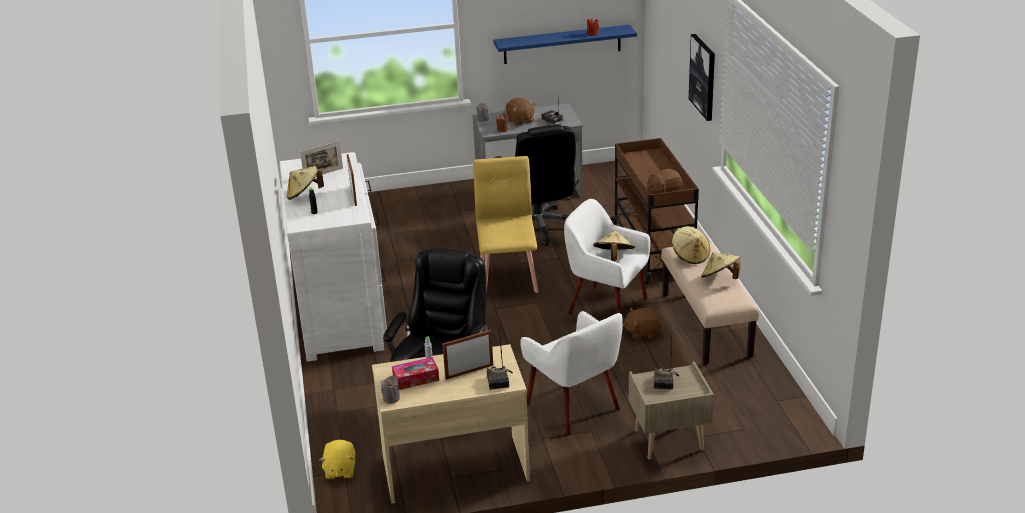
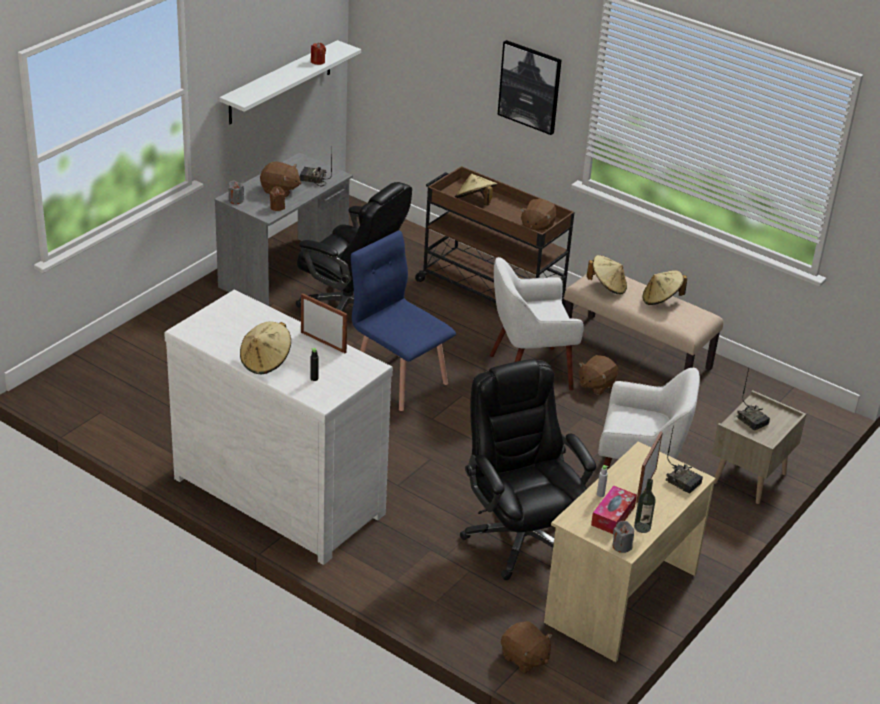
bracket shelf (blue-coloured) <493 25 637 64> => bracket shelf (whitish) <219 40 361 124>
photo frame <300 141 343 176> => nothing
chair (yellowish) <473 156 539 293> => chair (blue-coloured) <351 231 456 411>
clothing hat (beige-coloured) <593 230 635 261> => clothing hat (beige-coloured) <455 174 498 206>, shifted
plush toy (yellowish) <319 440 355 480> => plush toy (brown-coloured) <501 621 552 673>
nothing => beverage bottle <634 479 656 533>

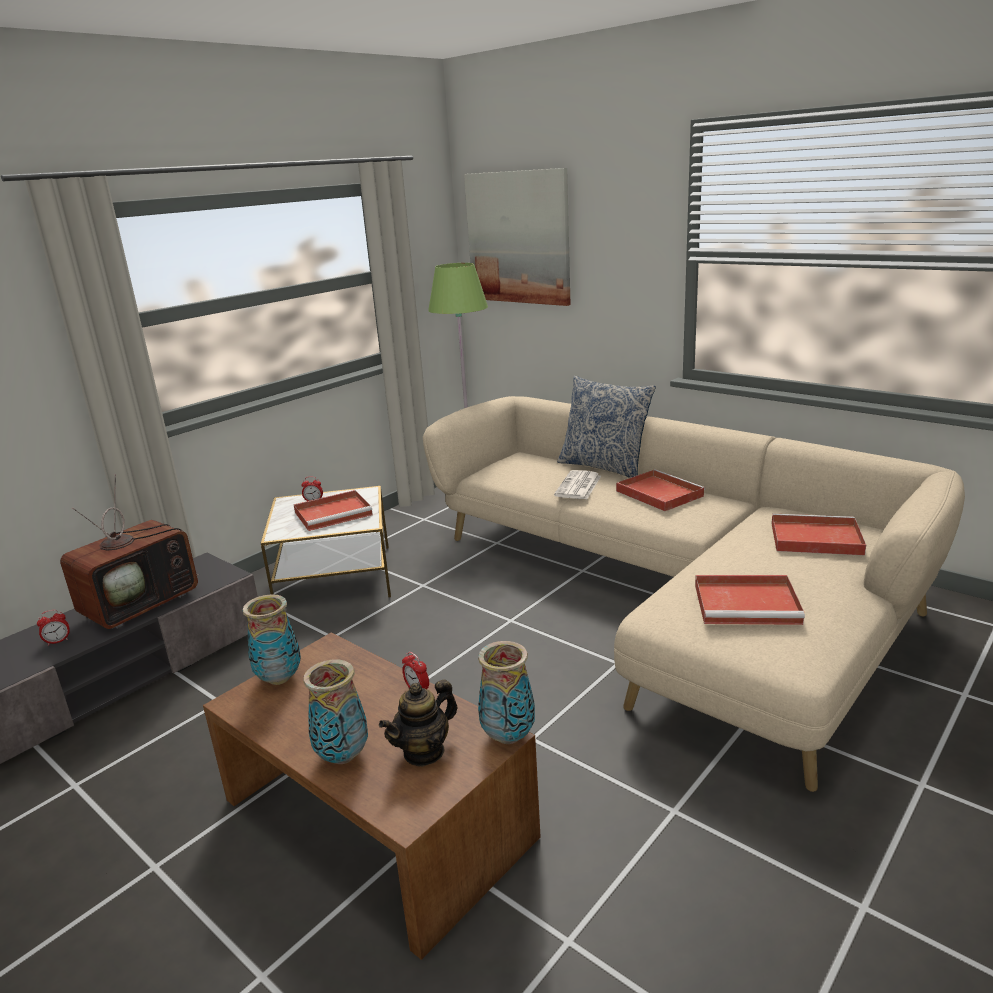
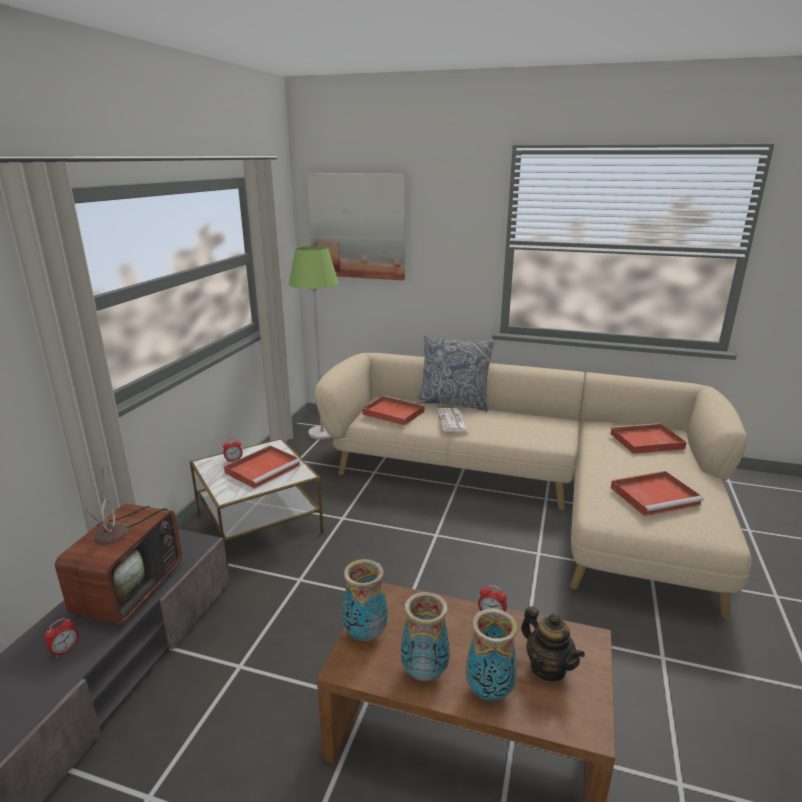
carrying tray (red) <616 469 706 511> => carrying tray (red) <362 396 425 426>, shifted
flower vase <478 641 535 744> => flower vase <401 592 450 681>, shifted
tea pot <379 680 458 767> => tea pot <521 606 585 681>, 60 degrees counterclockwise

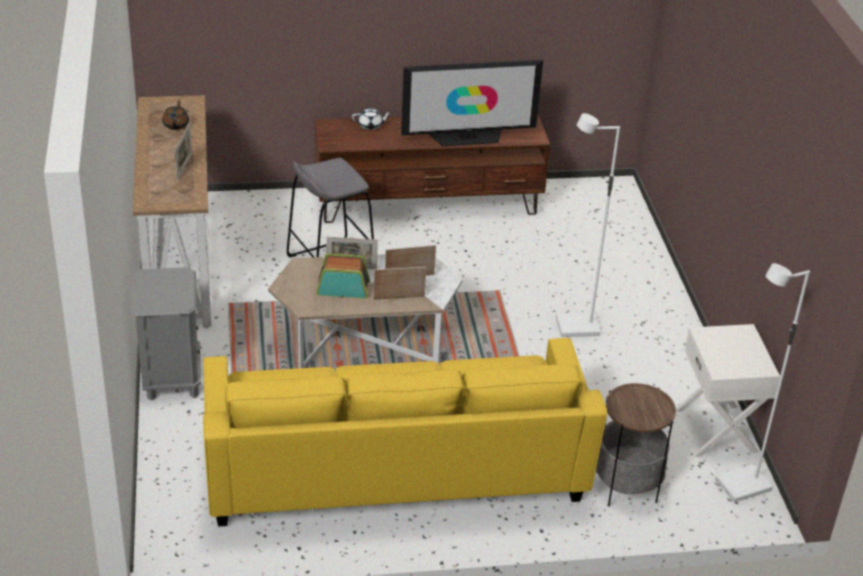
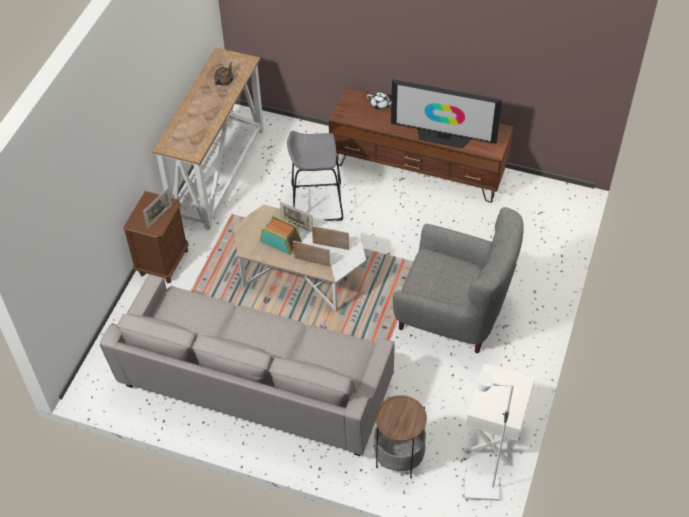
standard lamp (whitish) <556 113 620 337> => easy chair (grey) <393 207 523 353>
photo frame <175 123 192 181> => photo frame <143 187 172 229>, shifted
night table (grey) <135 267 201 401> => night table (brown-coloured) <123 191 189 284>
couch (yellowish) <203 338 607 527> => couch (grey) <100 274 395 456>

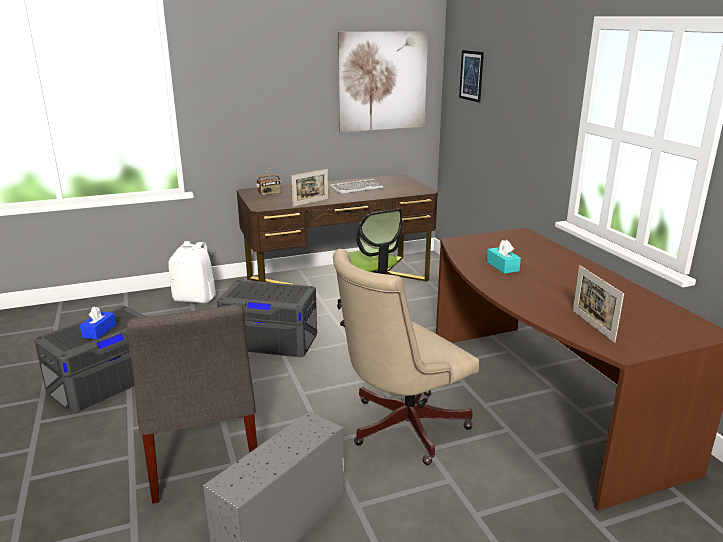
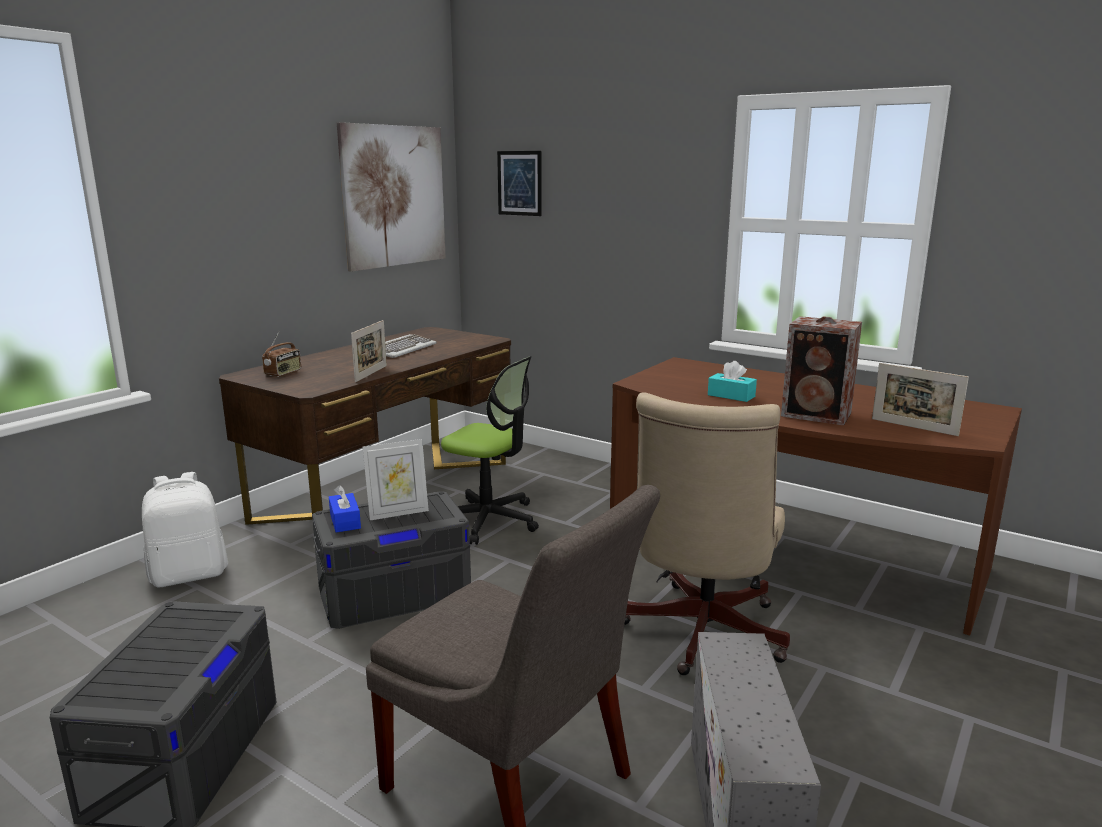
box of tissues (blue-coloured) <80 306 116 340> => box of tissues (blue-coloured) <329 485 361 533>, shifted
nothing => loudspeaker <781 316 862 426>
nothing => photo frame <362 439 429 520>

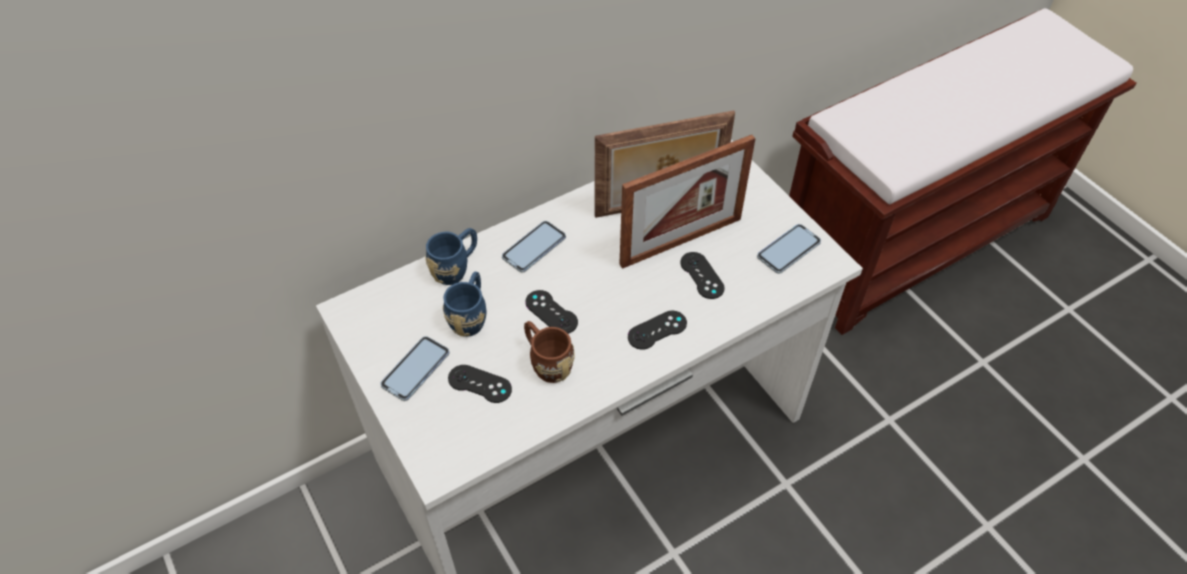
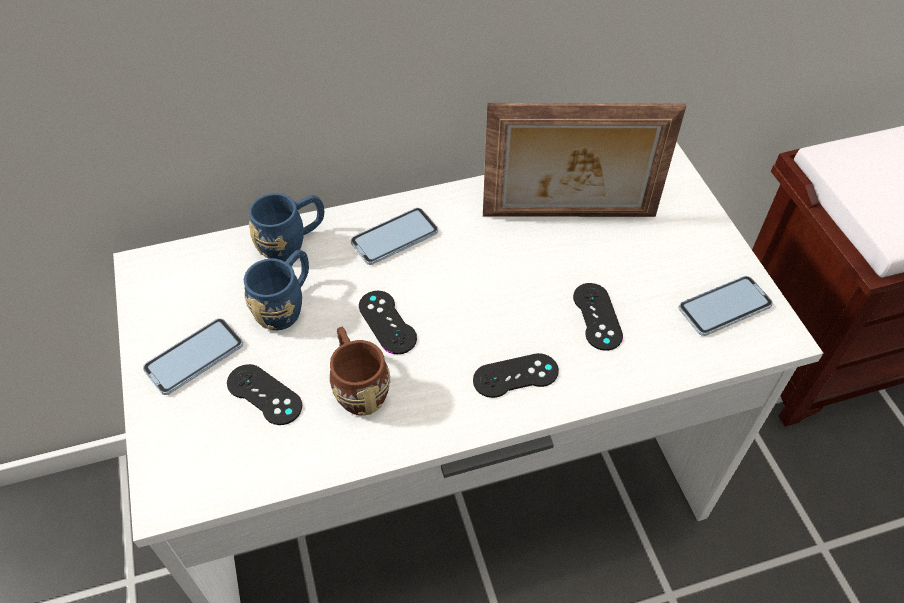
photo frame <619 135 756 269> => nothing

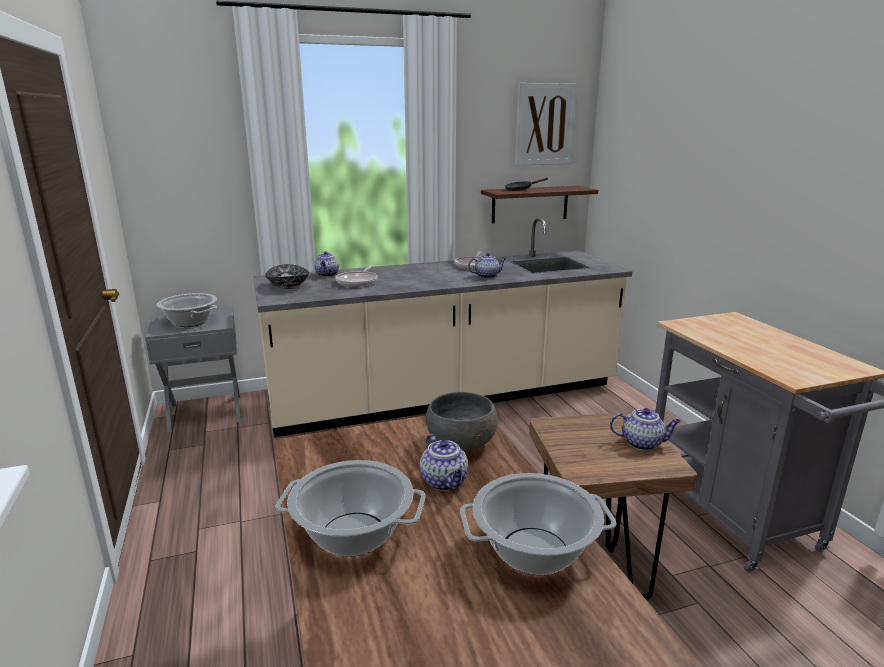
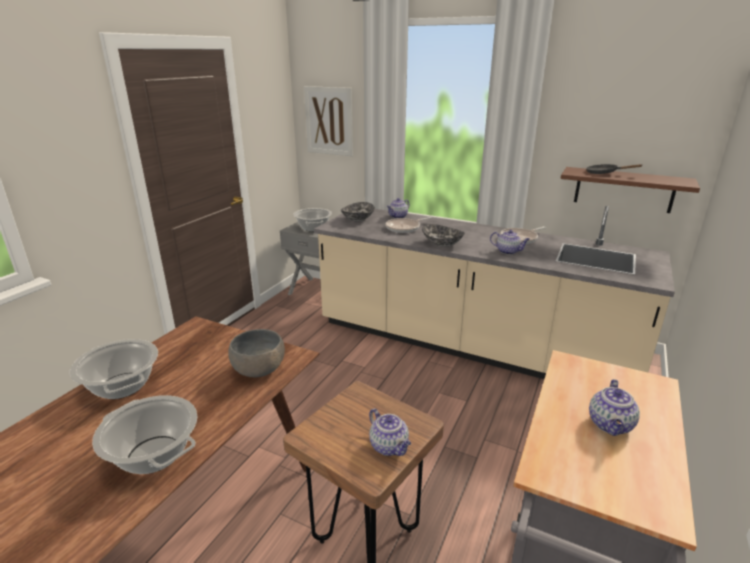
wall picture <515 83 578 165> => wall picture <304 86 353 156>, shifted
tea pot <420 434 468 491> => tea pot <589 379 640 436>, shifted
nothing => serving bowl <422 224 465 247>

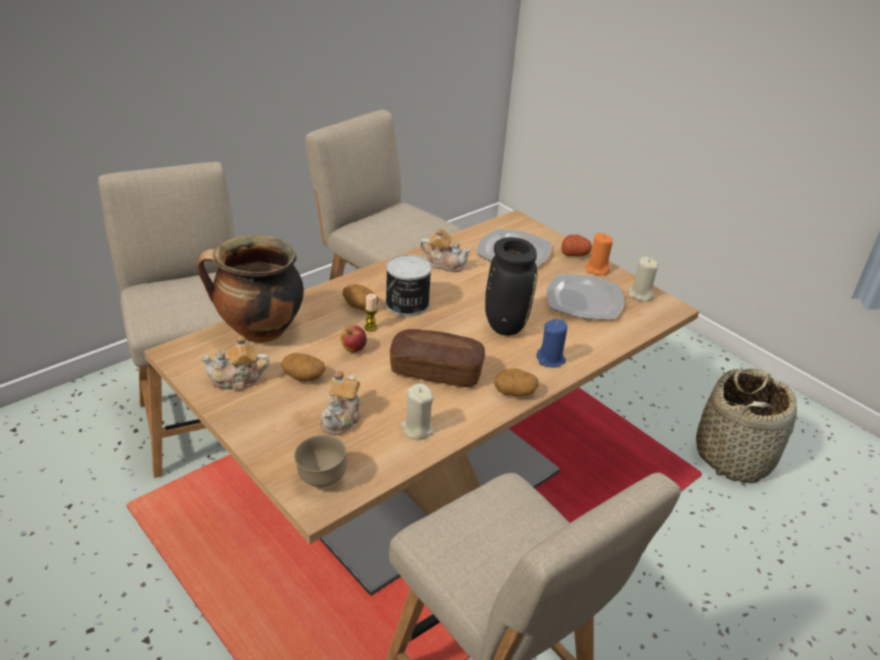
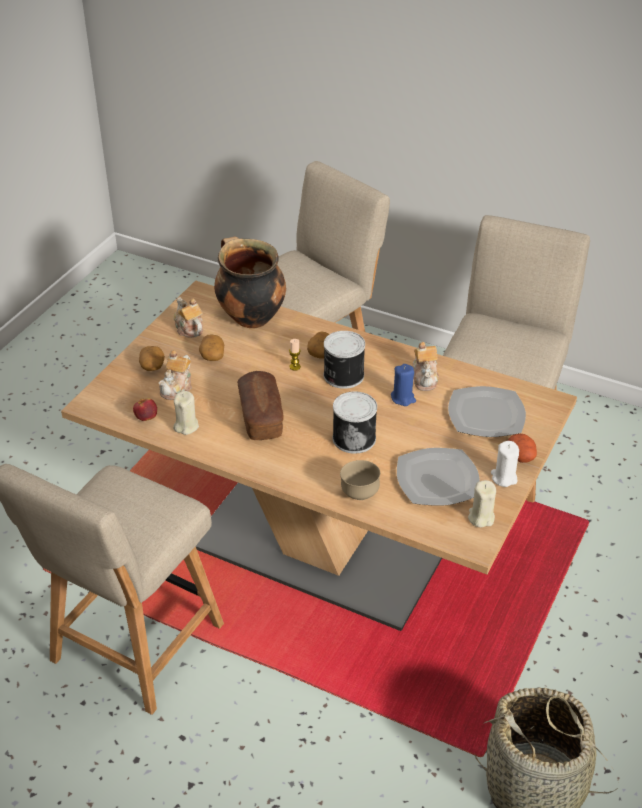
candle (orange-coloured) <585 233 613 275> => candle (whitish) <491 441 519 487>
flower vase (black) <485 237 537 336> => sealed can <333 391 377 454>
candle (blue-coloured) <537 319 567 368> => candle (blue-coloured) <391 364 416 406>, shifted
whole apple <340 326 367 352> => whole apple <133 398 157 421>, shifted
potato <494 369 538 396> => potato <139 346 165 371>, shifted
tea pot <320 370 361 435> => tea pot <158 350 192 400>, 60 degrees counterclockwise
serving bowl (brown-coloured) <294 435 347 487> => serving bowl (brown-coloured) <340 460 380 500>, shifted

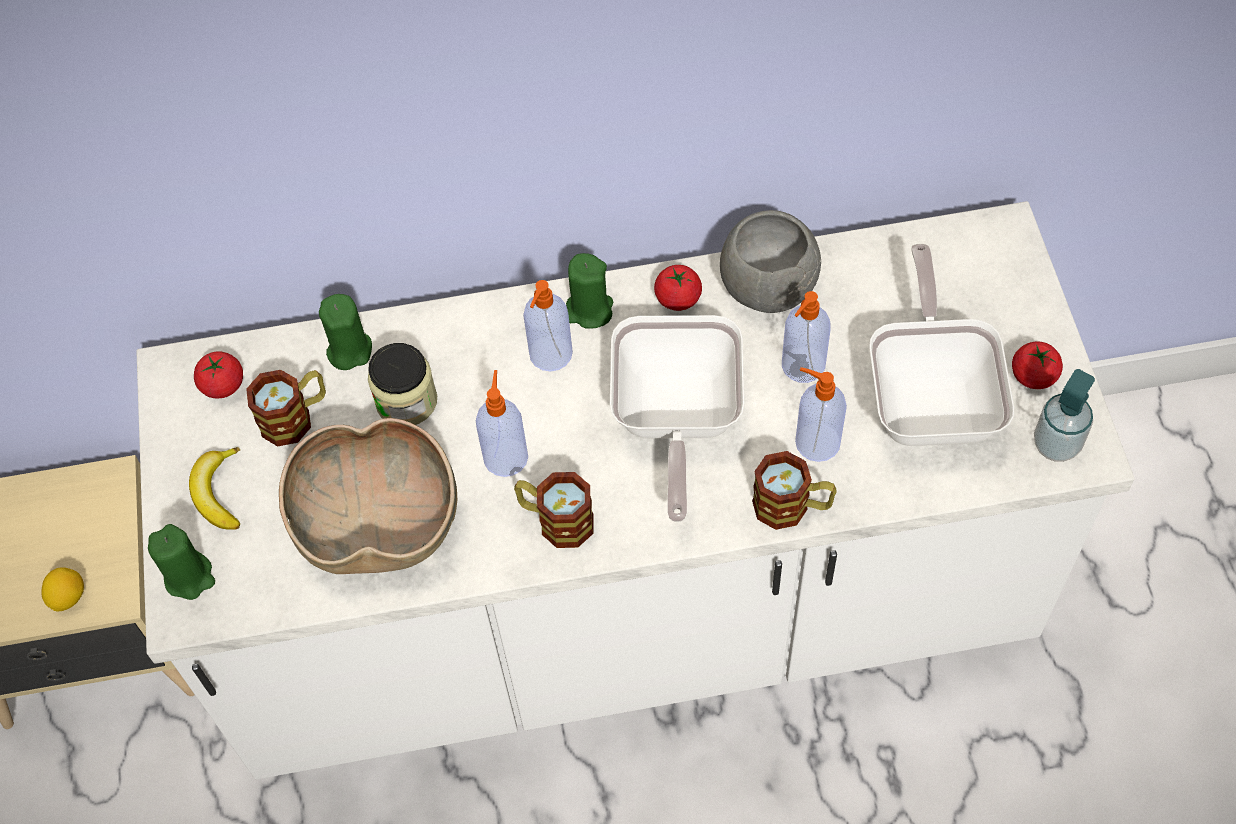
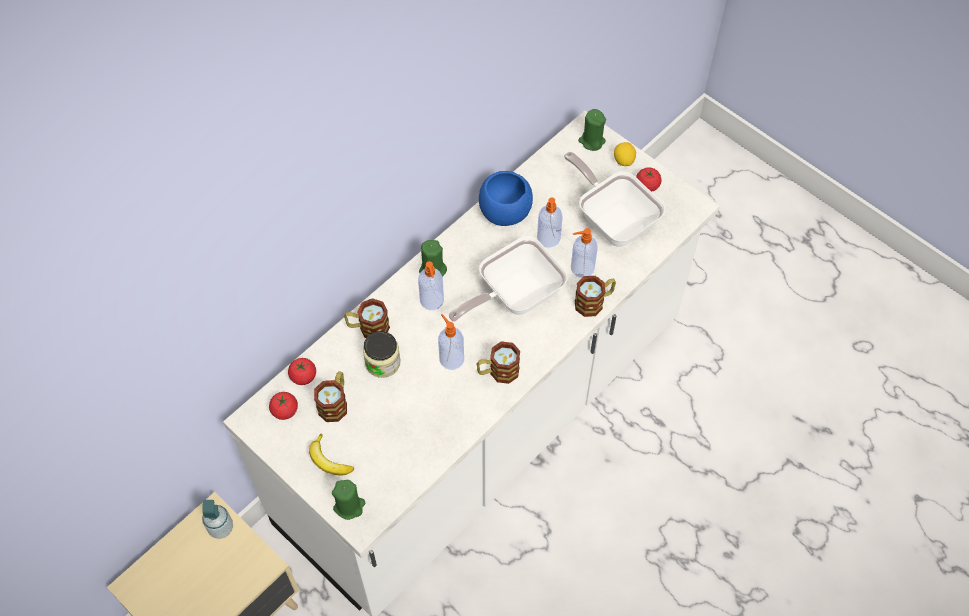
serving bowl (grey) <720 210 821 313> => serving bowl (blue-coloured) <479 171 533 226>
tomato <654 265 702 311> => tomato <288 358 316 385>, shifted
candle (green) <319 294 372 370> => candle (green) <578 109 606 151>, shifted
frying pan <610 315 745 522> => frying pan <449 236 567 322>, 90 degrees clockwise
soap dispenser <1034 369 1095 462> => soap dispenser <202 500 233 539>, shifted
serving bowl (brown-coloured) <279 418 457 574> => nothing
citrus fruit <41 567 84 612> => citrus fruit <614 142 636 166>, shifted
nothing => tea mug <344 298 390 338>

